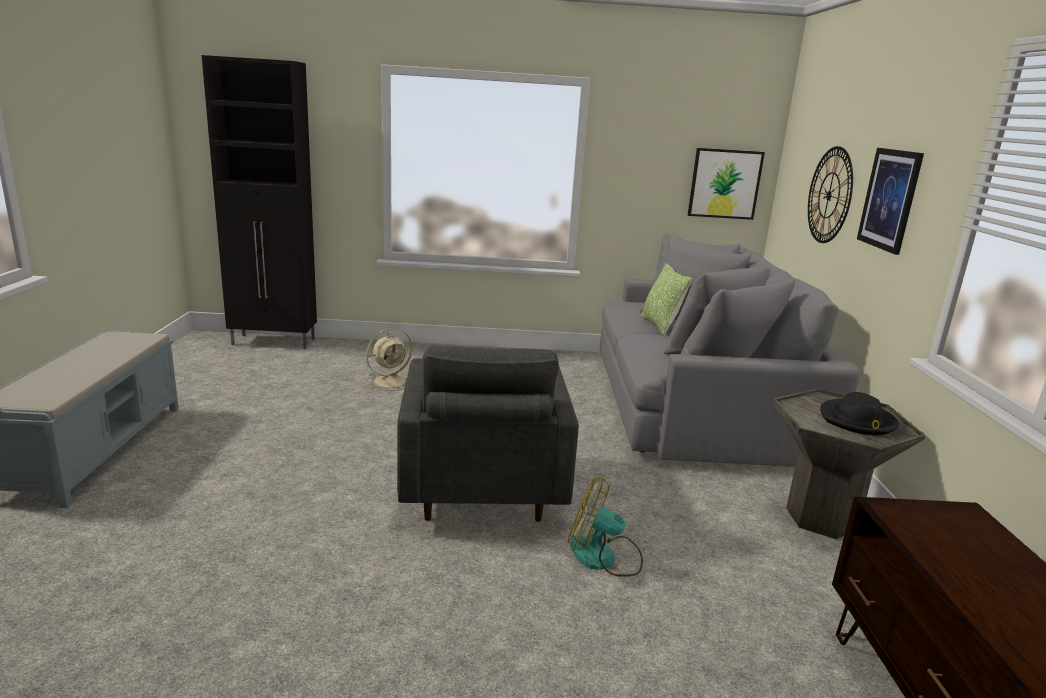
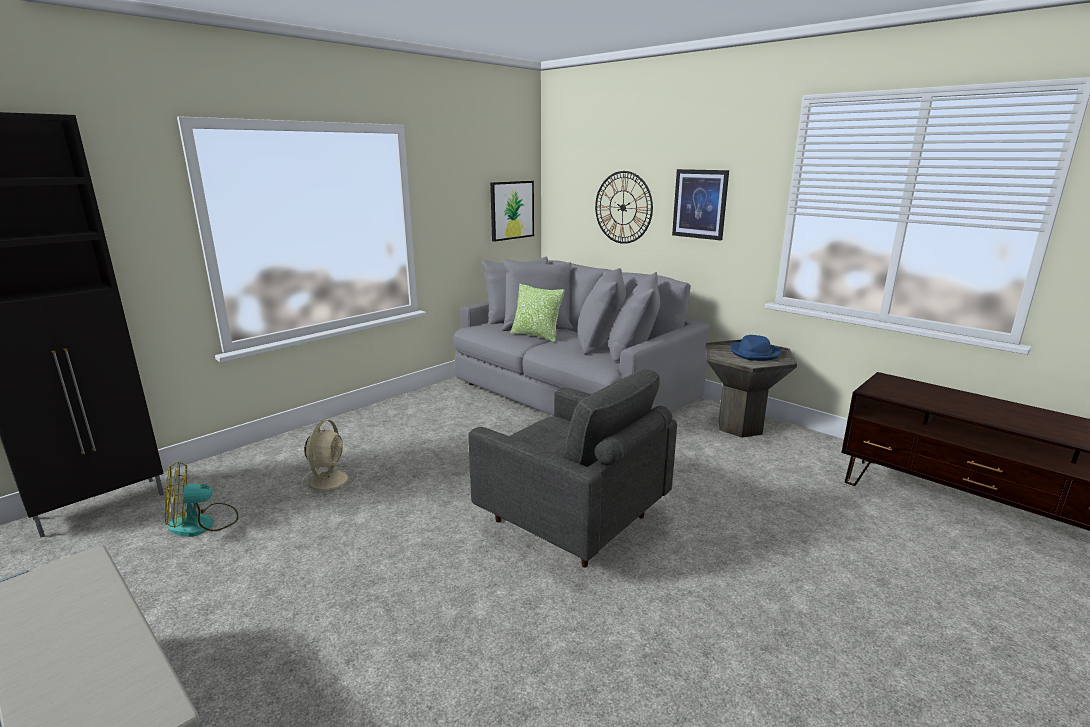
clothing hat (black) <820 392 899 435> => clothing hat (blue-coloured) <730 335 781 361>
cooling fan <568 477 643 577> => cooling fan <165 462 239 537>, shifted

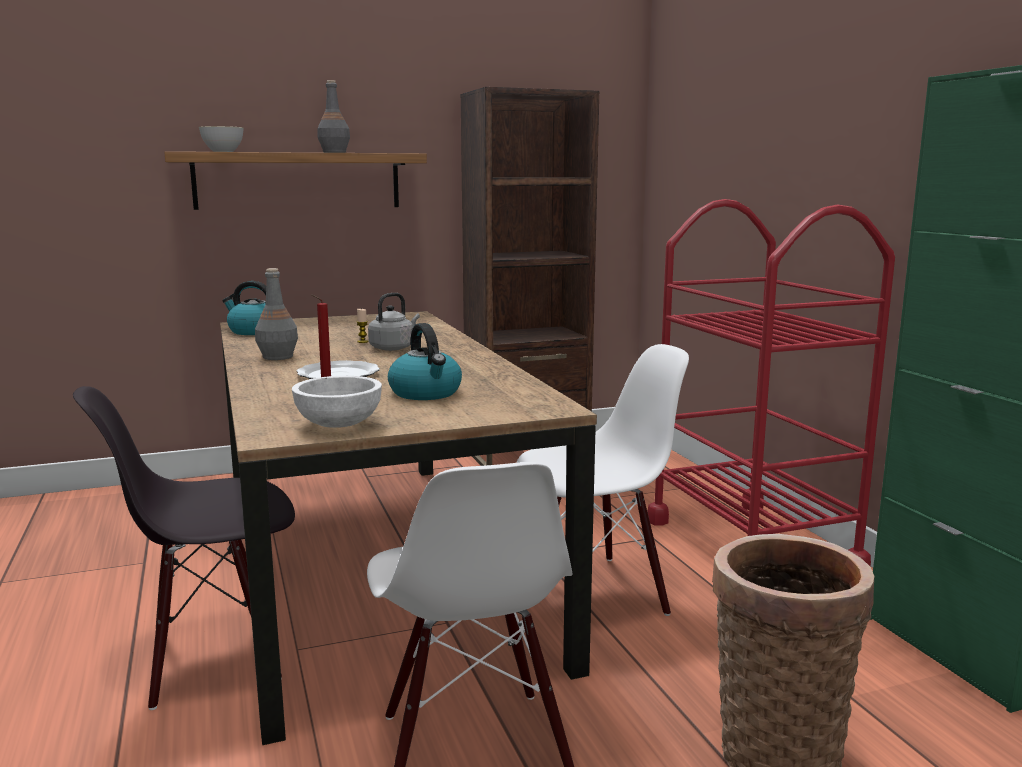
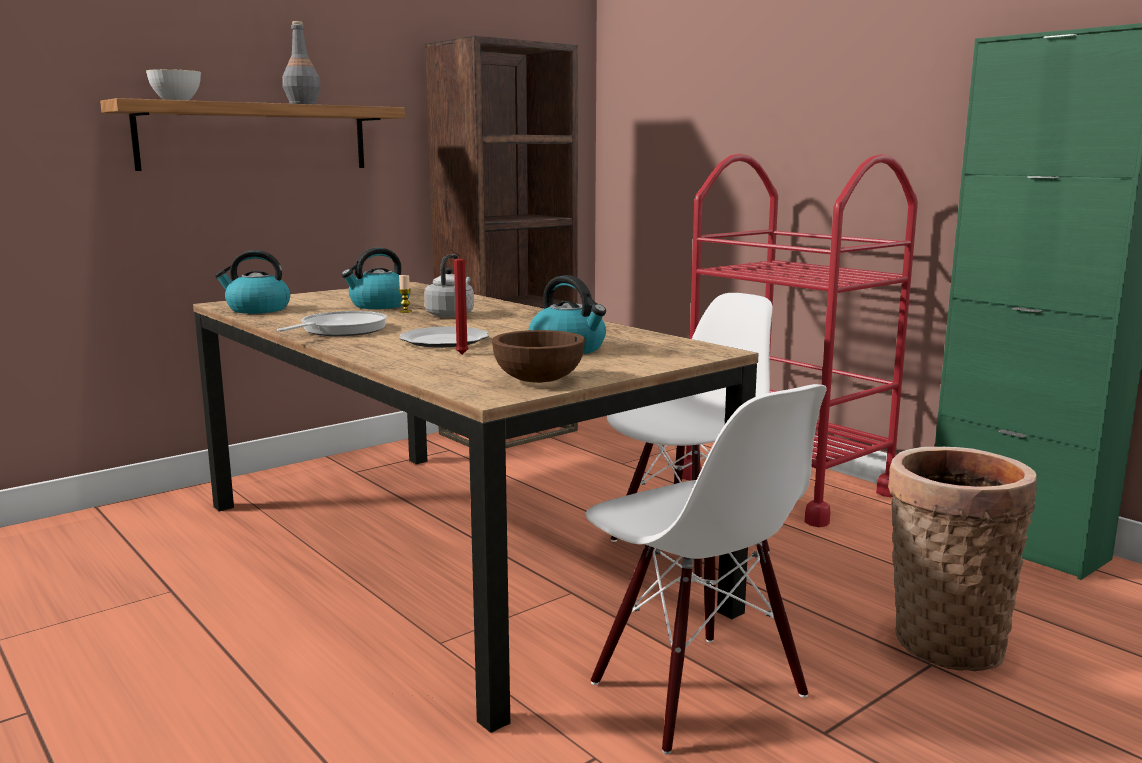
beverage bottle (grey) <255 268 298 360> => frying pan <277 311 387 336>
serving bowl (whitish) <292 376 382 428> => serving bowl (brown-coloured) <492 330 585 383>
chair (black) <73 386 295 710> => nothing
nothing => tea kettle <341 248 410 309>

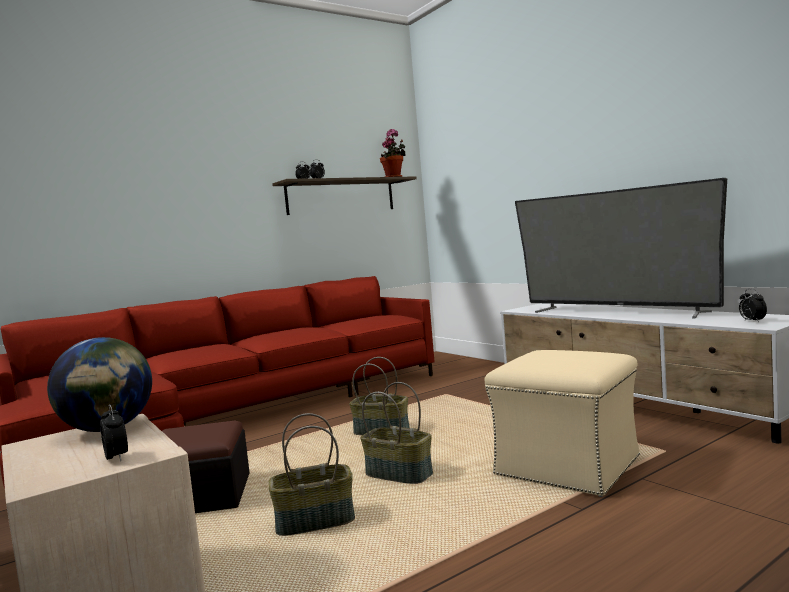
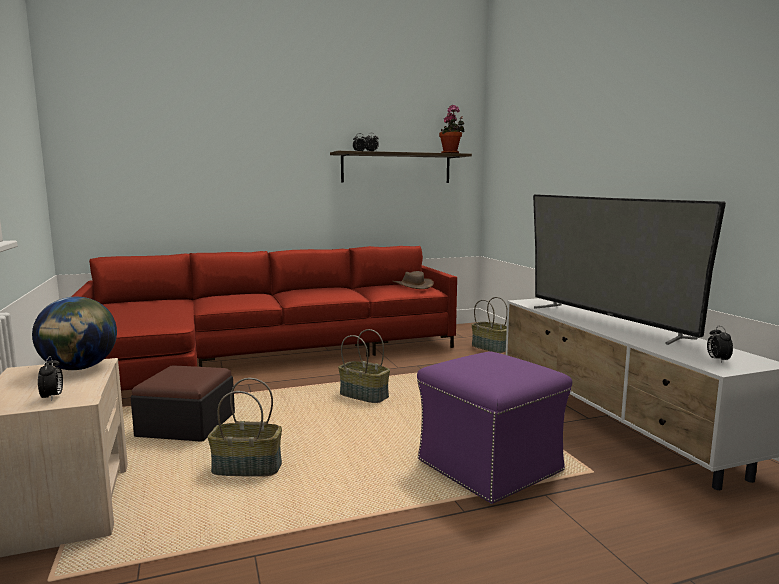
ottoman (beige-coloured) <484 350 640 497> => ottoman (purple-coloured) <417 352 572 504>
storage basket <360 382 433 484> => storage basket <472 297 507 353>, shifted
nothing => clothing hat (brown-coloured) <392 271 434 289>

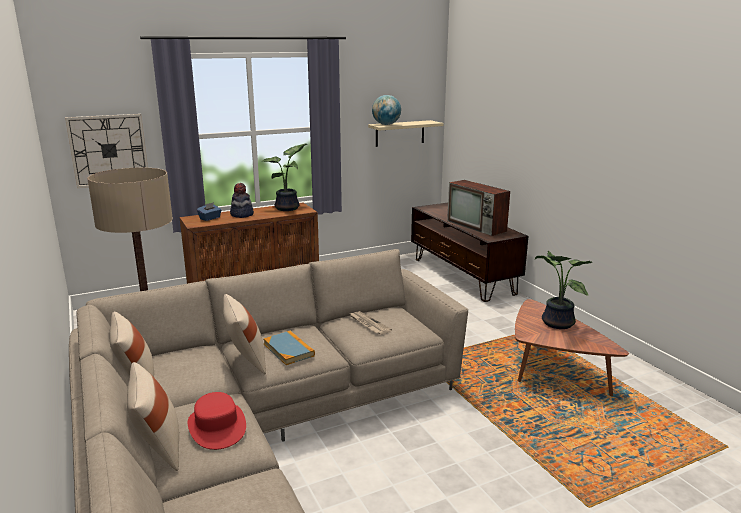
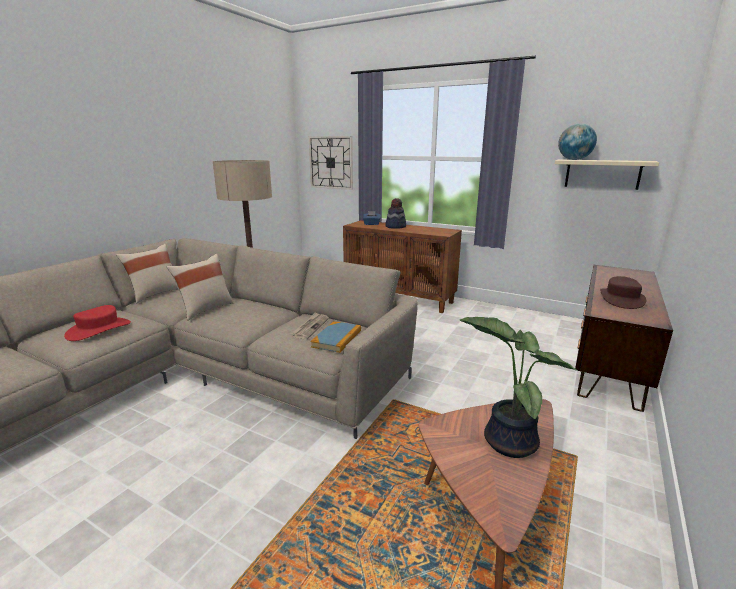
potted plant <262 144 307 211> => nothing
television <447 180 510 236> => clothing hat (brown-coloured) <600 276 646 309>
book <264 331 315 365> => book <311 321 361 353>, shifted
cushion (beige-coloured) <127 362 179 471> => nothing

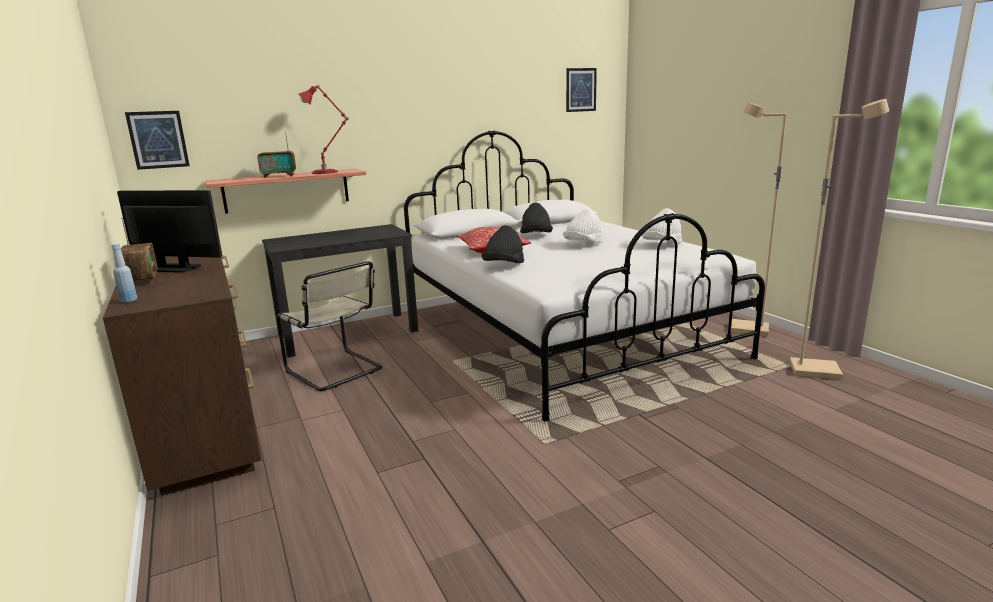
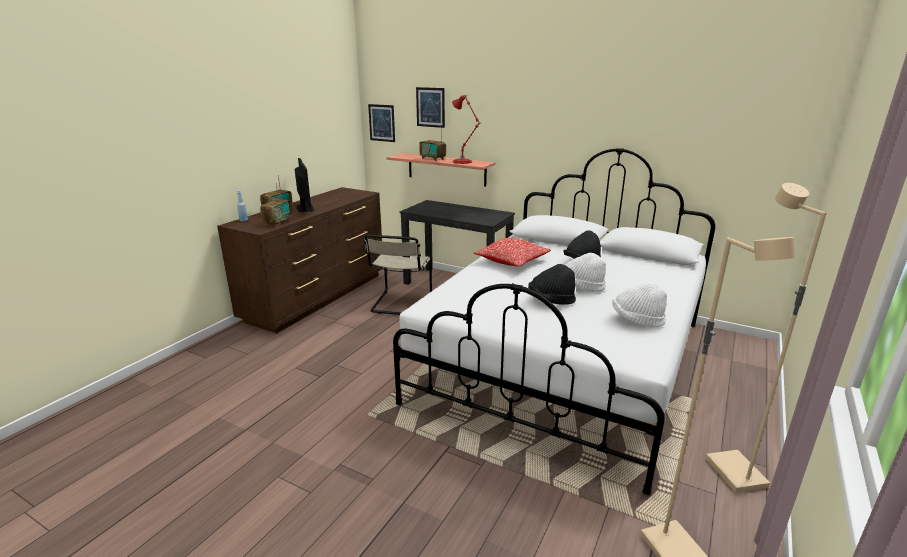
wall picture <566 68 597 112> => wall picture <416 87 445 128>, shifted
clothing hat (black) <481 225 524 264> => clothing hat (black) <528 264 576 305>, shifted
nothing => radio <260 183 293 226>

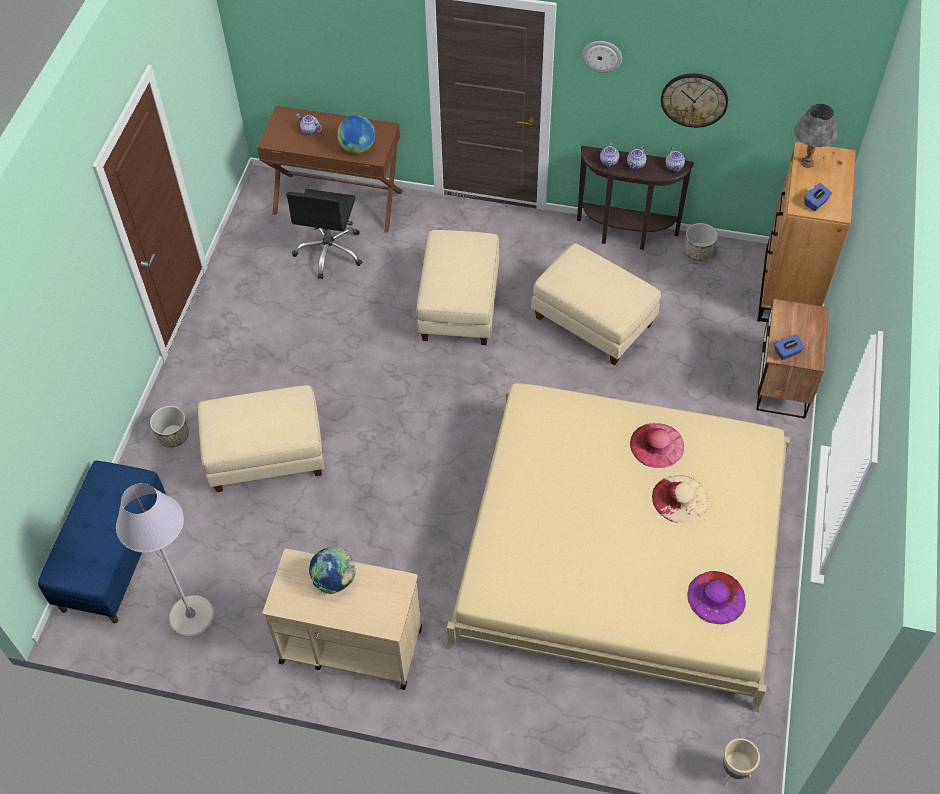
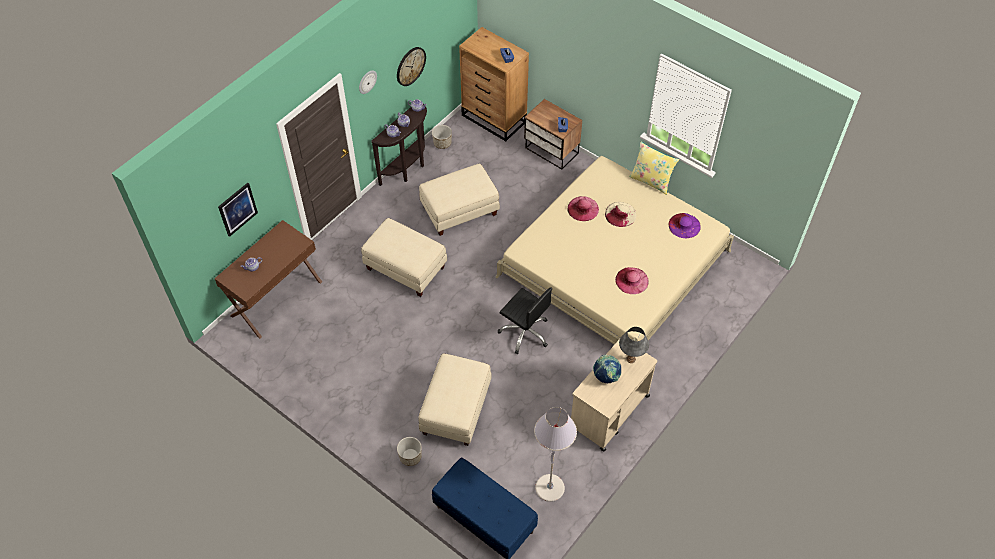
table lamp (grey) <794 104 838 168> => table lamp (grey) <619 327 649 363>, shifted
world globe <337 115 375 154> => nothing
desk chair (black) <286 189 362 279> => desk chair (black) <498 287 552 354>, shifted
plant pot (beige-coloured) <723 738 760 786> => nothing
nothing => cushion (yellowish) <629 141 679 195>
nothing => wall picture <218 183 258 237>
nothing => clothing hat (pink) <615 267 649 294>

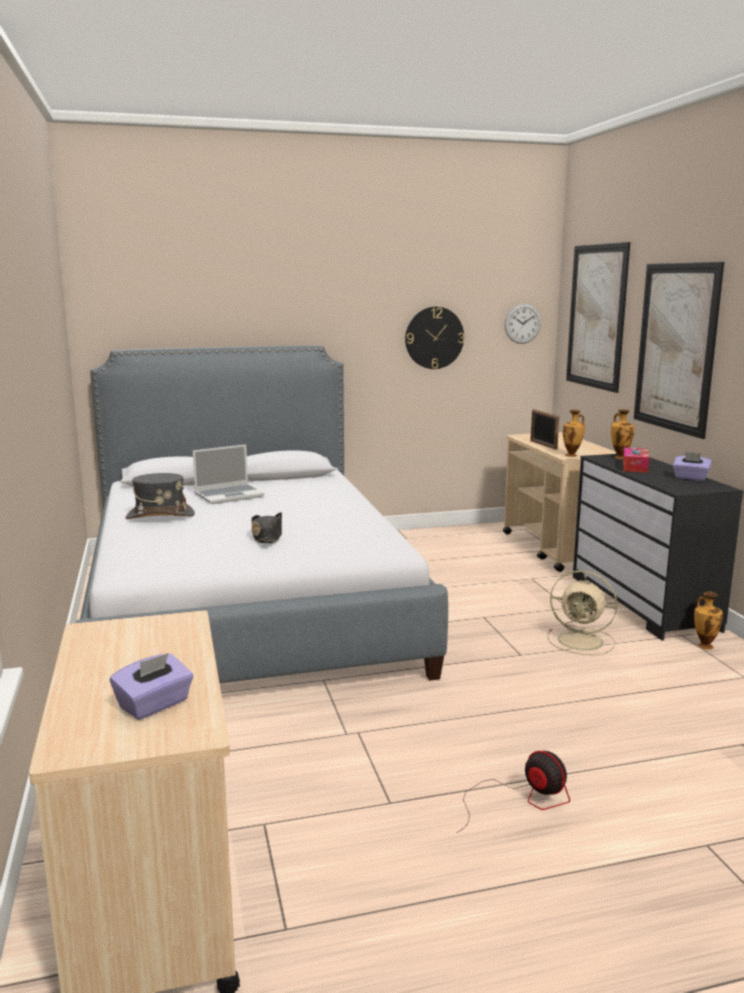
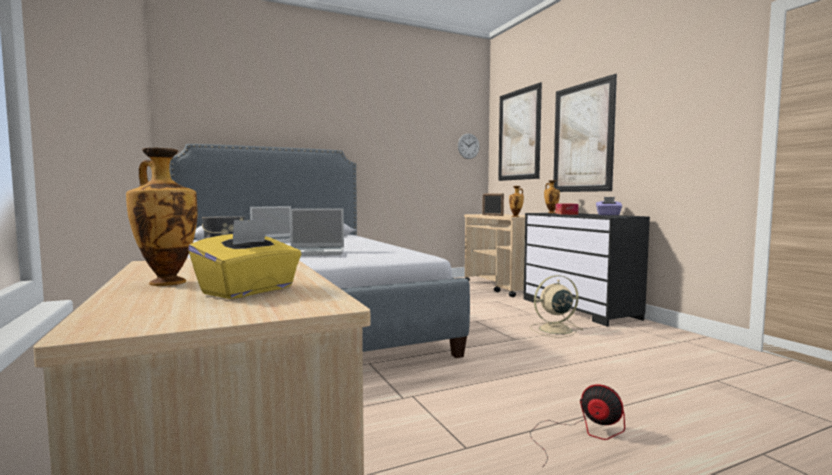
hanging clock <405 307 464 369> => nothing
clothing hat (black) <251 512 282 543> => notebook computer <290 208 344 256>
cooling fan (beige-coloured) <548 570 617 655> => cooling fan (beige-coloured) <530 275 583 338>, 150 degrees clockwise
flower vase <694 591 723 650> => flower vase <126 148 197 286>, shifted
box of tissues (purple-coloured) <110 653 193 720> => box of tissues (yellowish) <188 219 301 299>

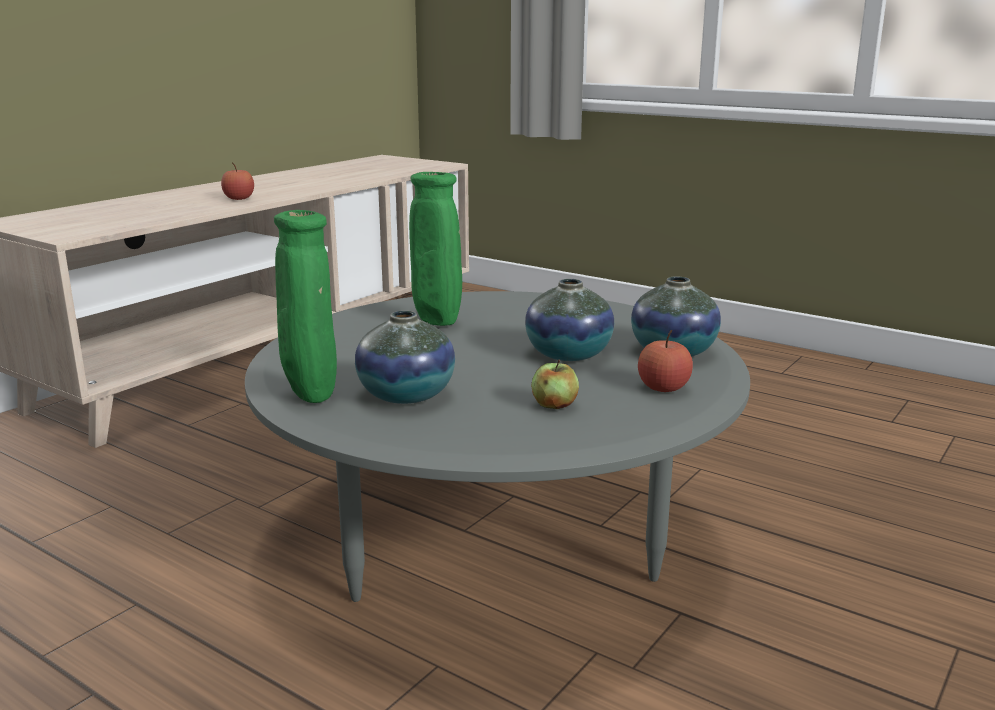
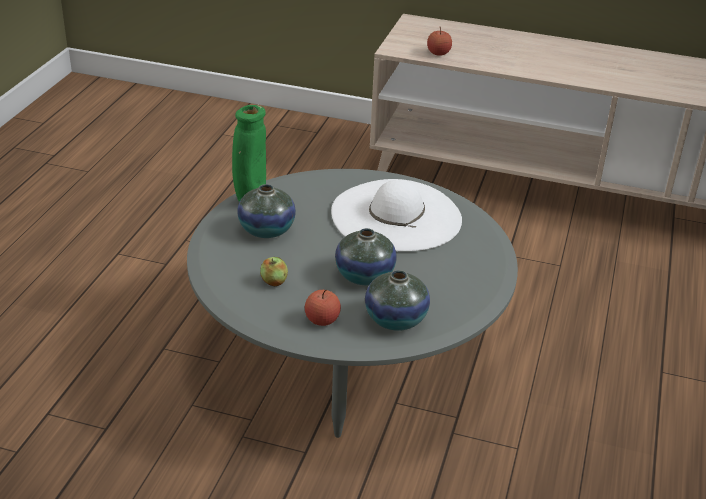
whole apple <221 162 254 200> => whole apple <427 27 452 56>, shifted
flower vase (green) <409 172 462 326> => clothing hat (whitish) <331 179 462 251>

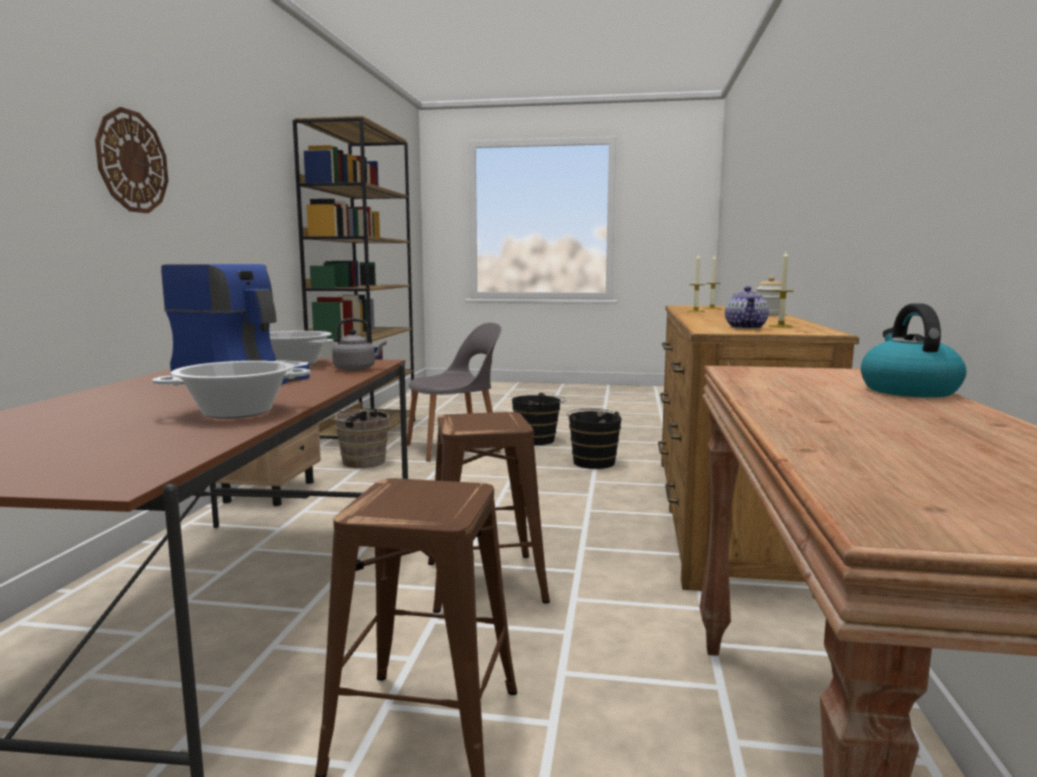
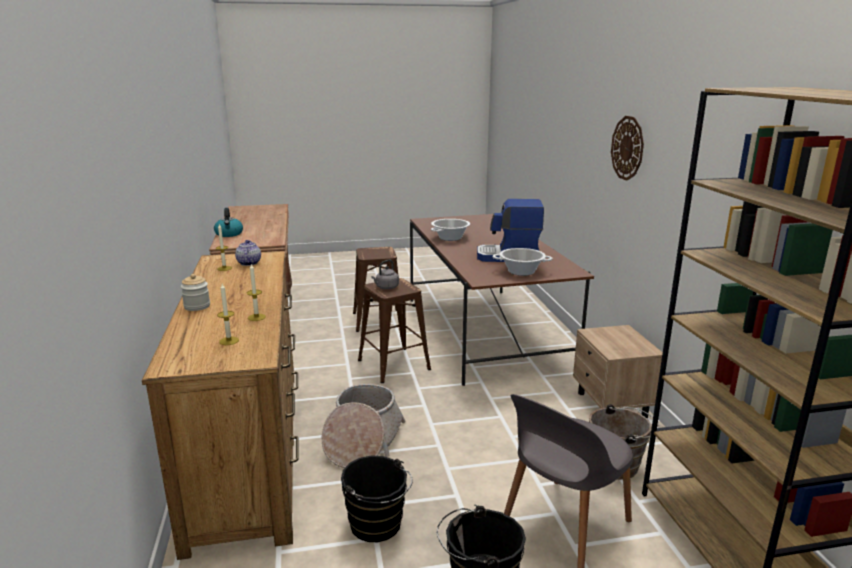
tea kettle (grey) <332 318 387 371> => tea kettle (grey) <371 260 399 289>, shifted
nothing => storage basket <322 384 406 468>

